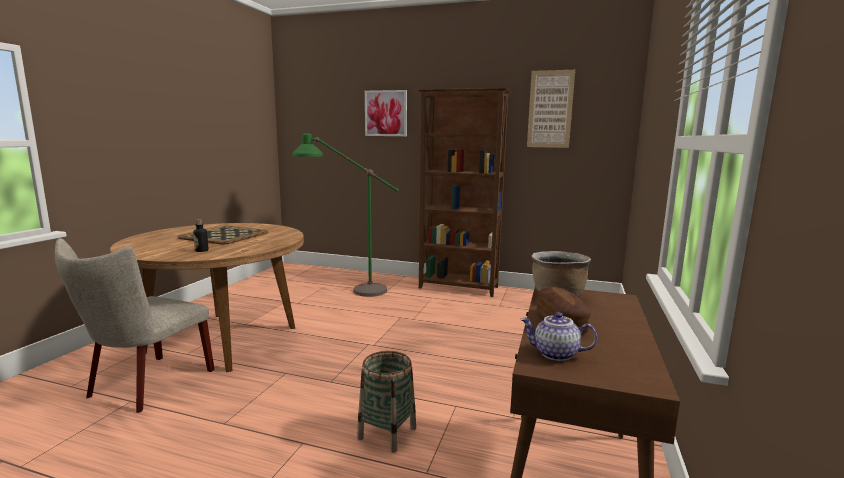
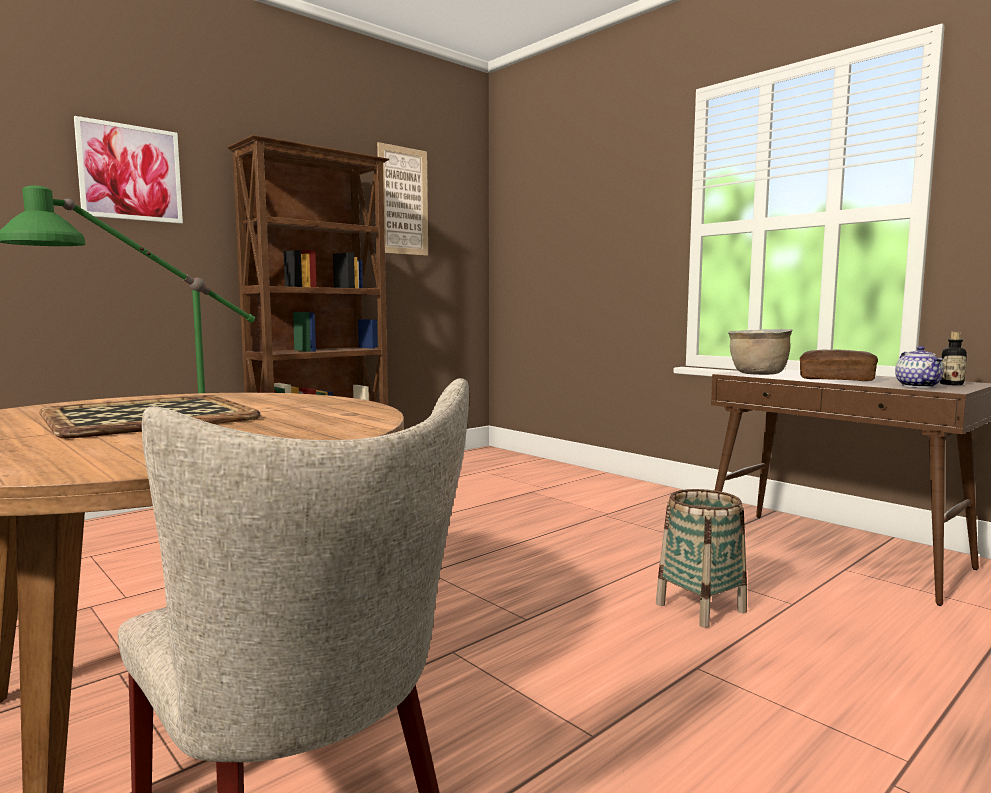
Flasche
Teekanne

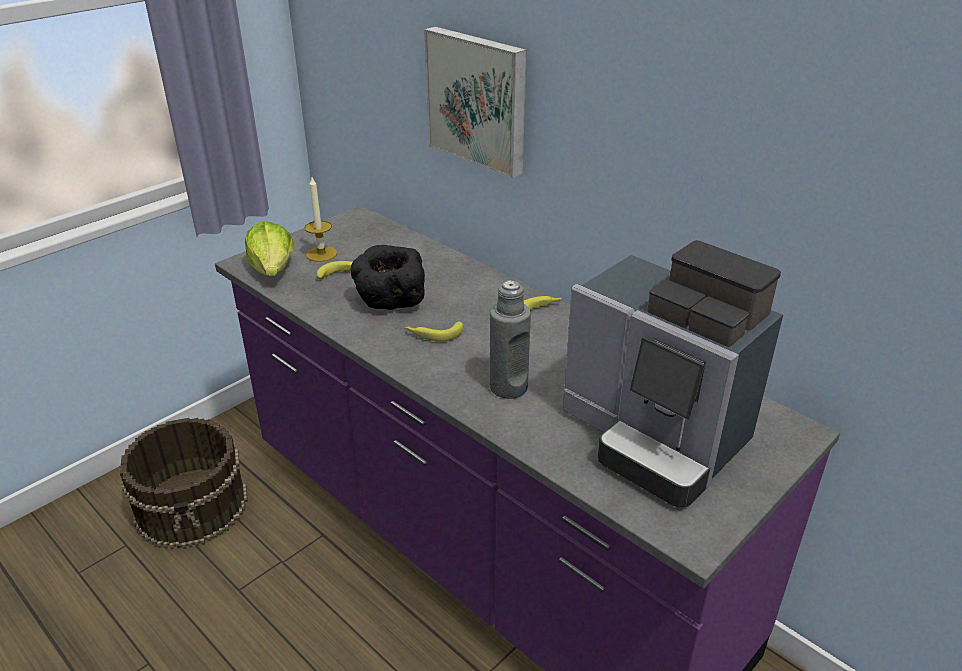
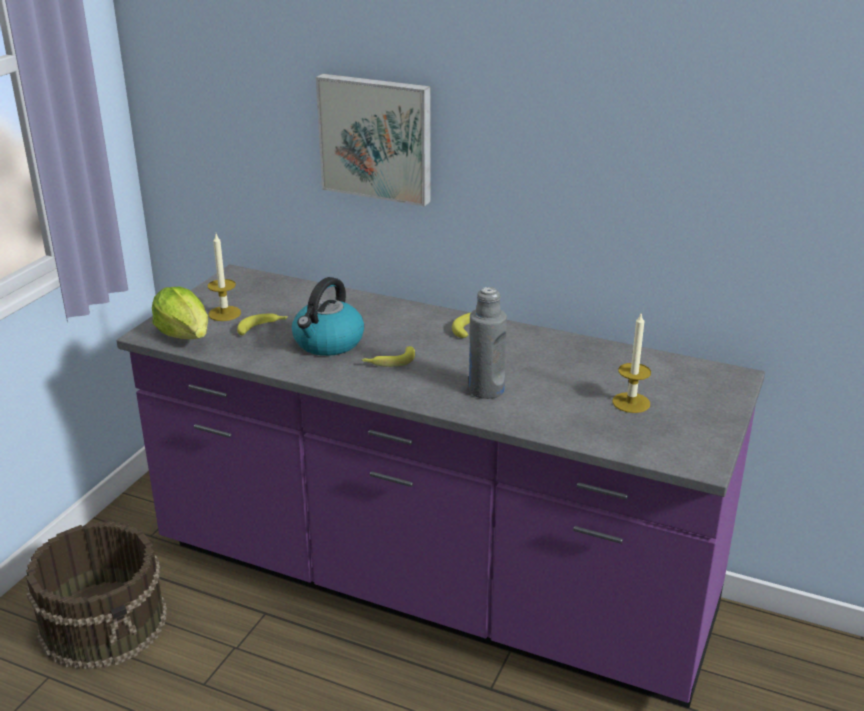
Wasserkessel
Kerze (no. 2 from left)

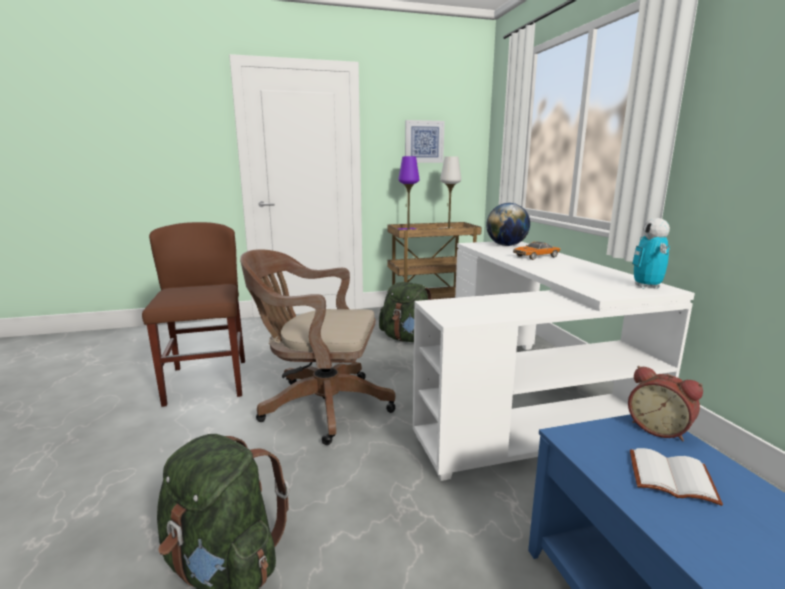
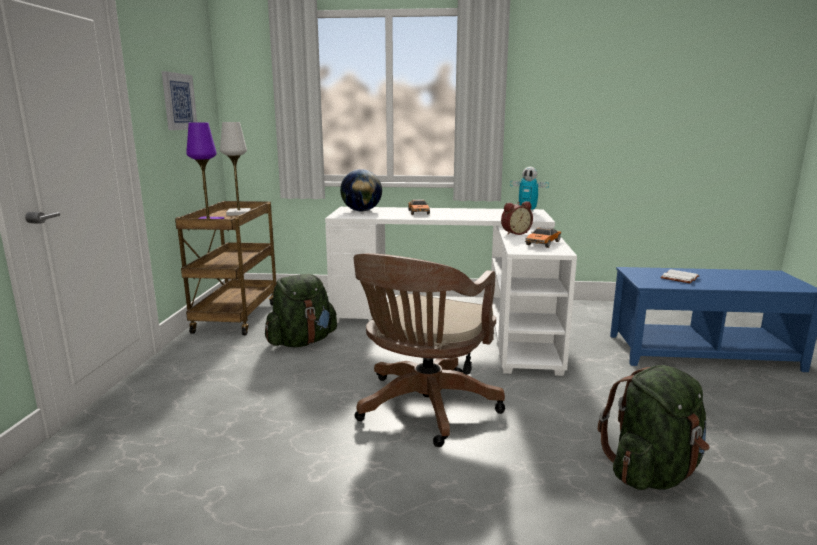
Stuhl [braun]
Spielzeugauto (no. 2 from left)
Wecker

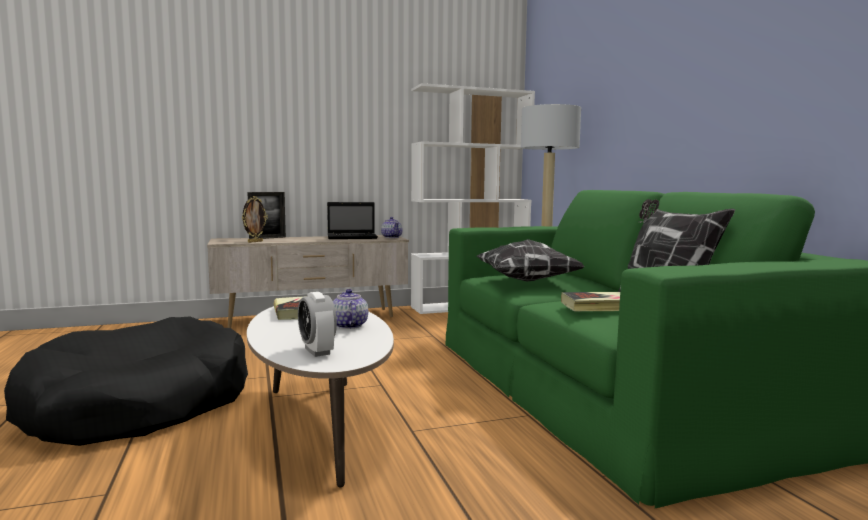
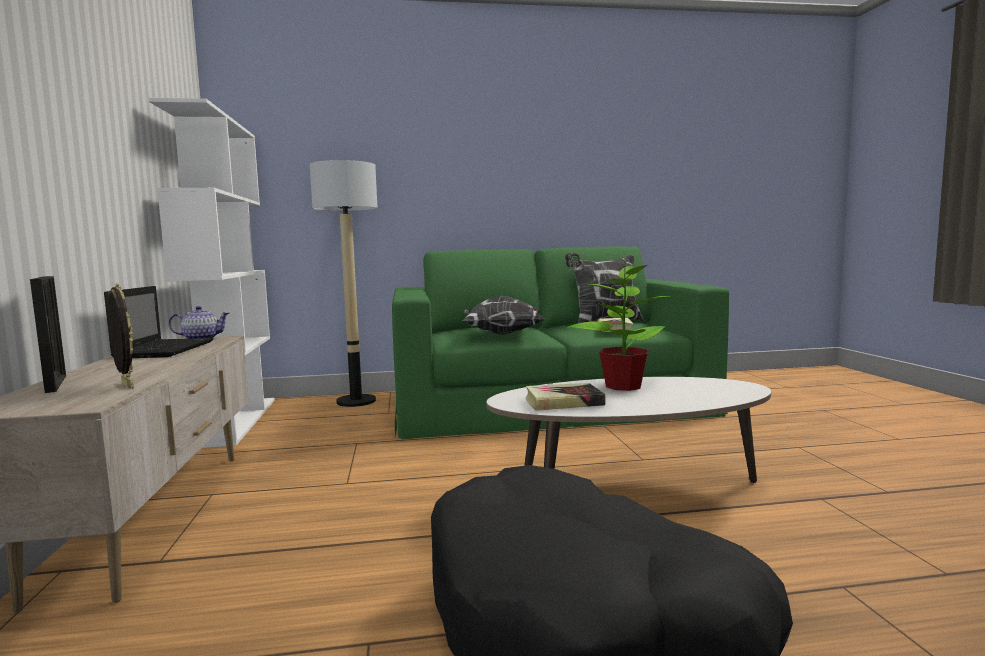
Wecker
Topfpflanze

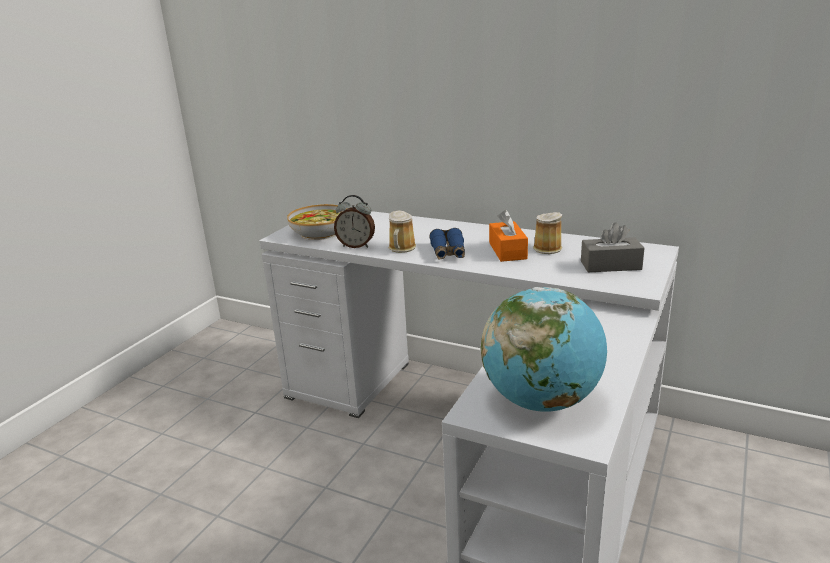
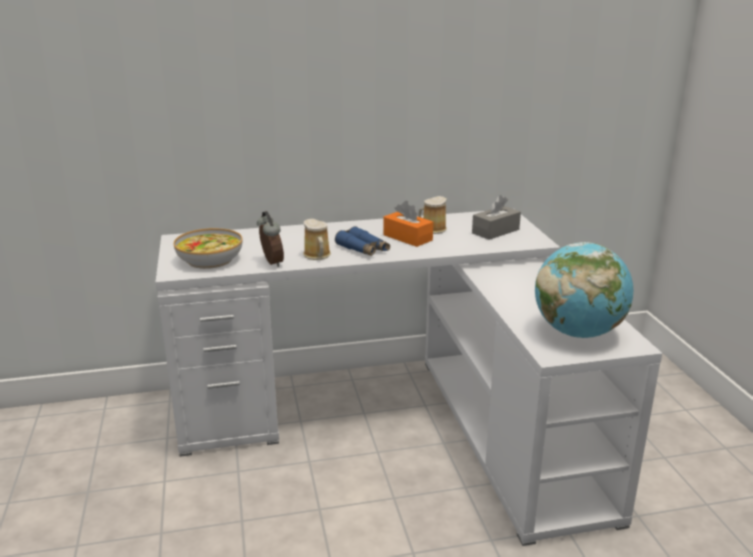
Wecker

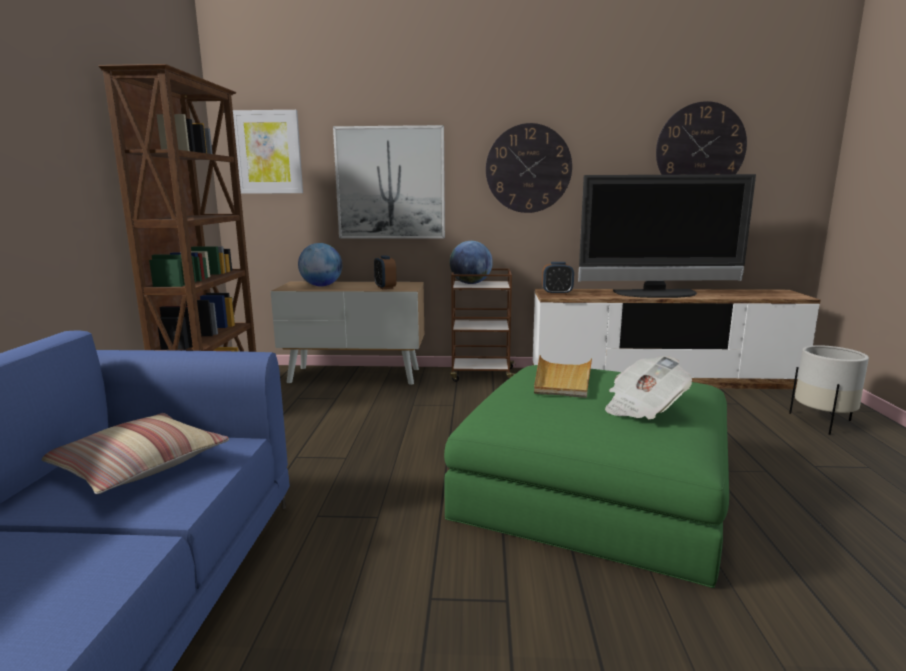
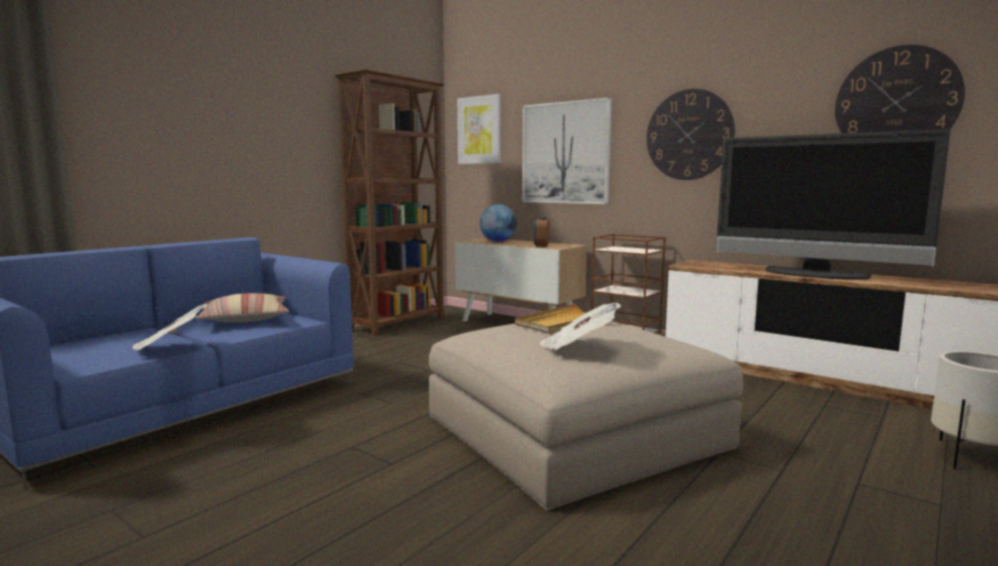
Globus (no. 2 from left in the first image)
Wecker (no. 2 from left in the first image)
Zeitung (no. 1 from left)
Polsterhocker [beige]

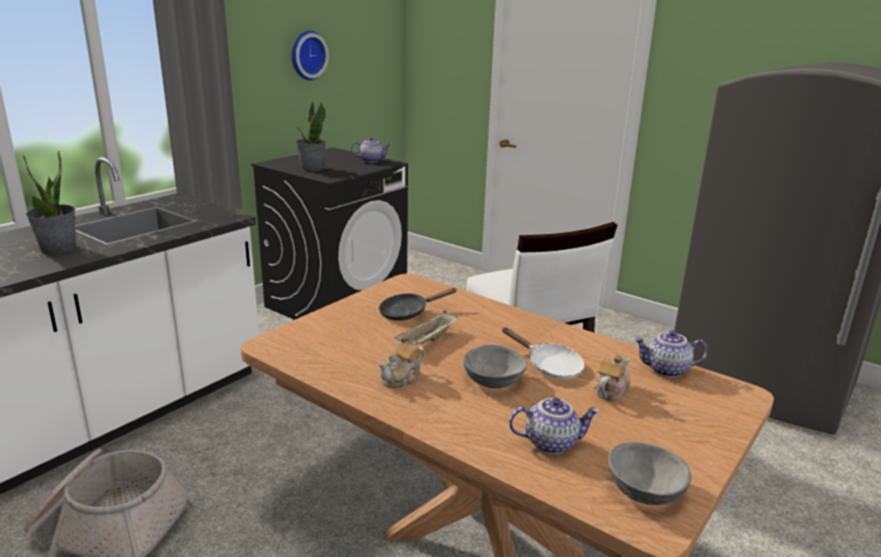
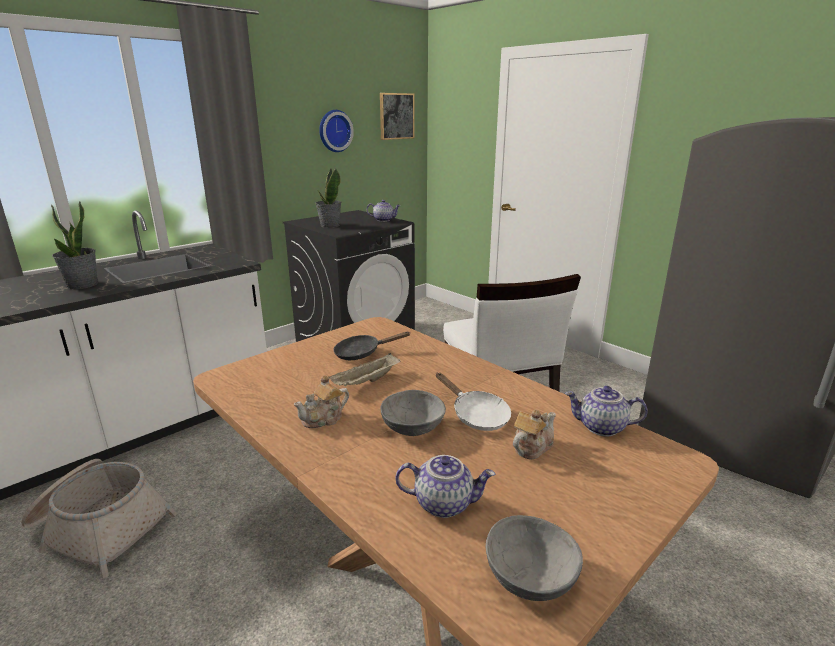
Bild

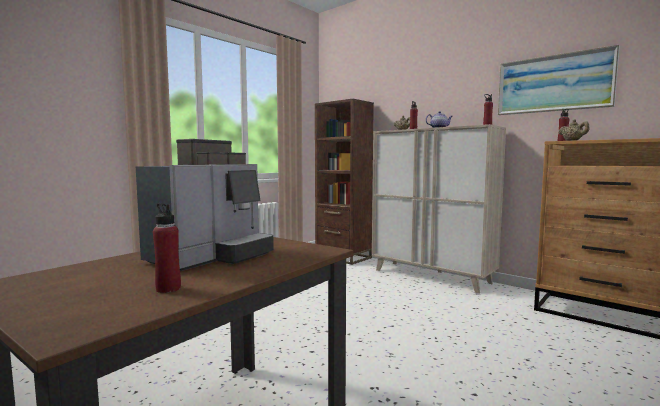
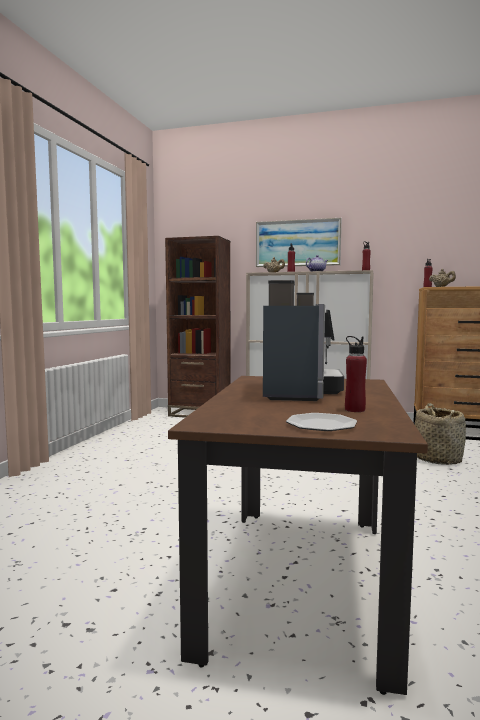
Teller
Korb
Bild

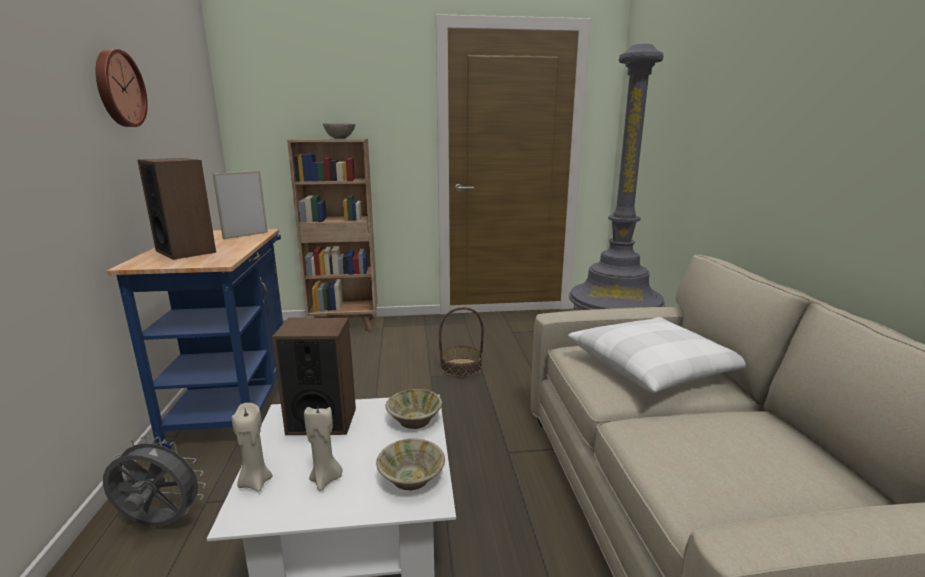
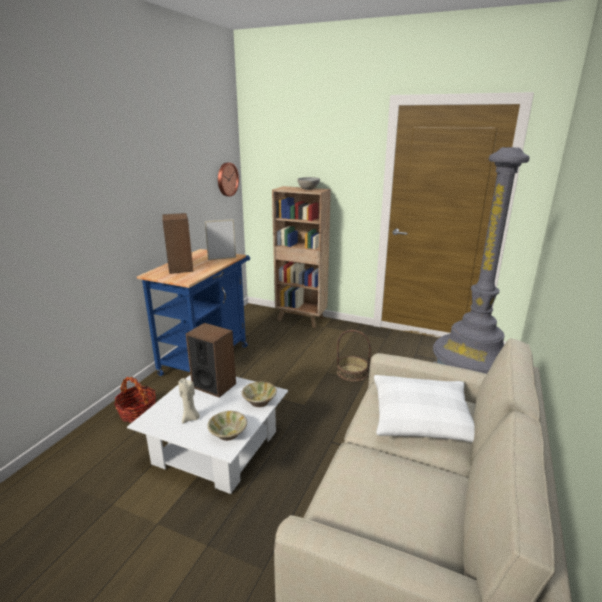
Kerze [beige] (no. 1 from left in the first image)
Wanduhr
Korb (no. 1 from left)

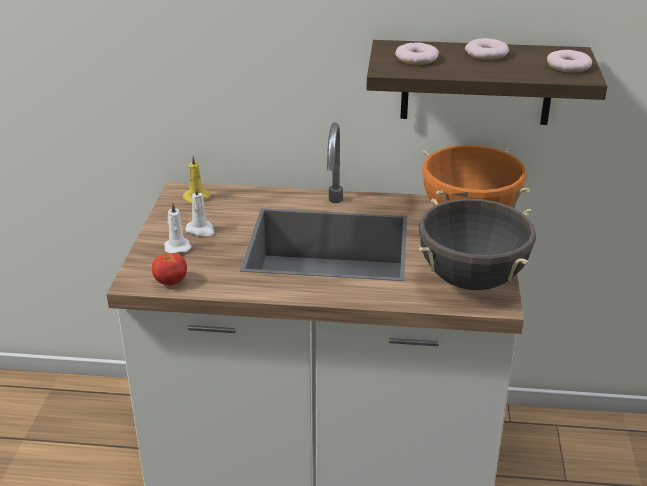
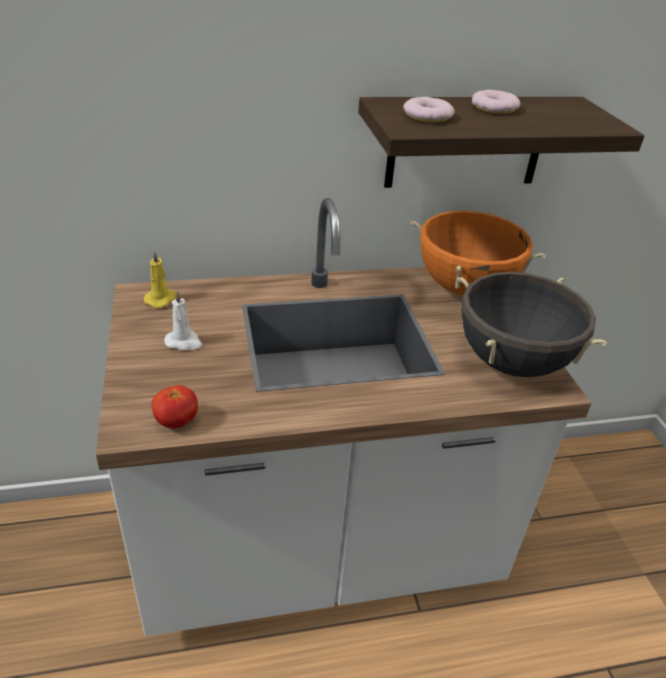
Kerze [weiß] (no. 1 from left in the first image)
Donut (no. 3 from left in the first image)

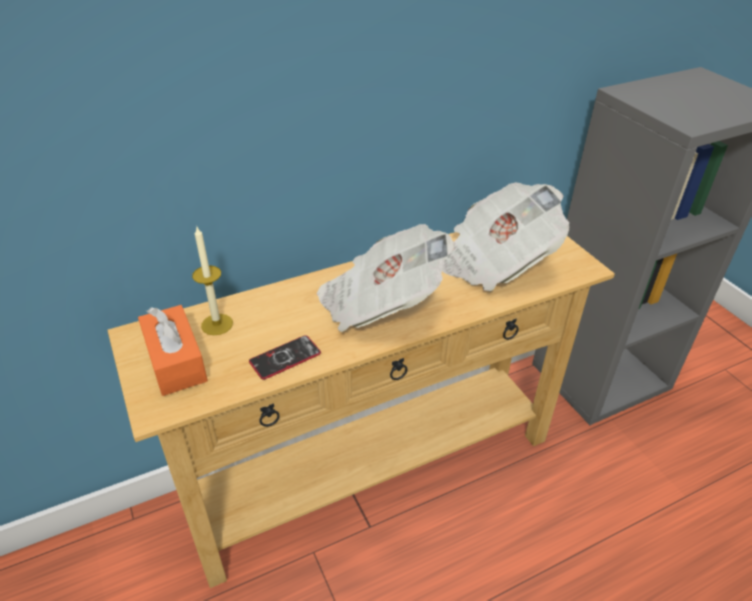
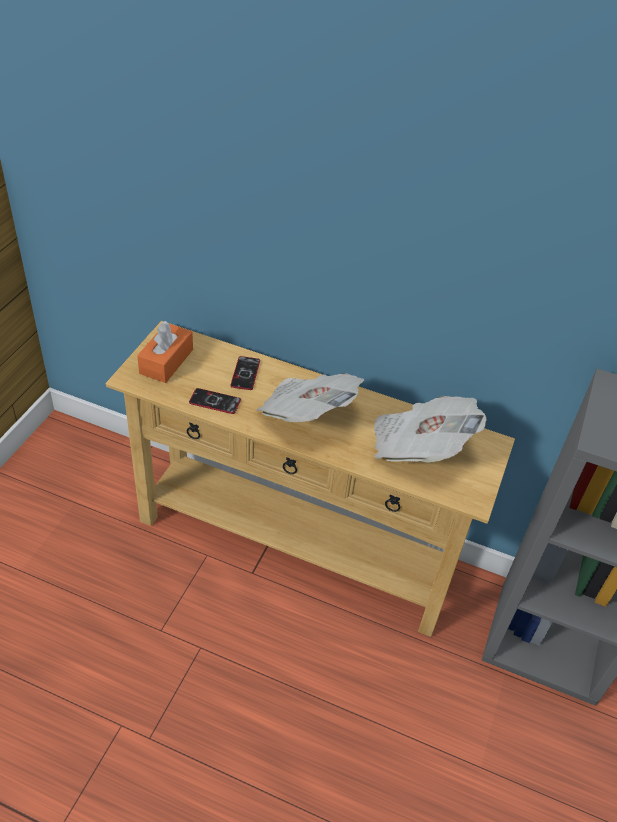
Kerze
Handy (no. 2 from left)

